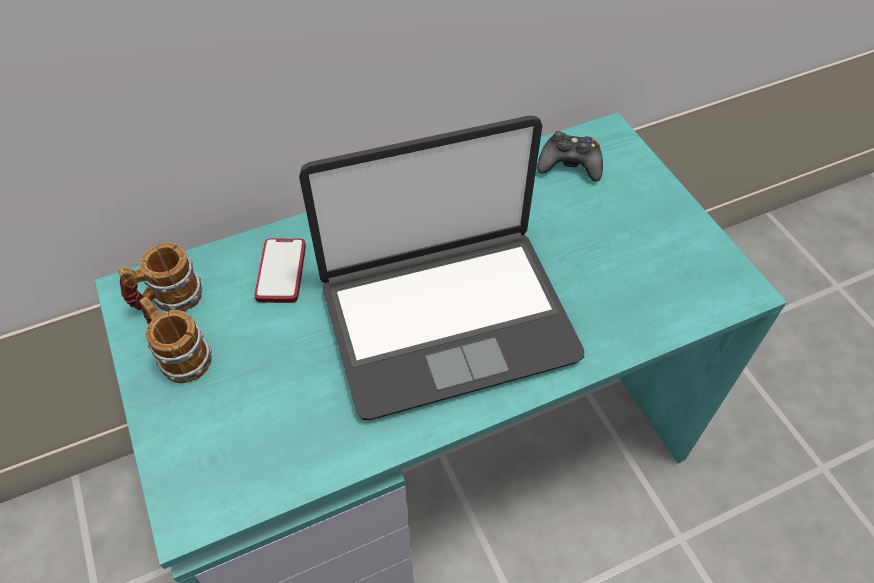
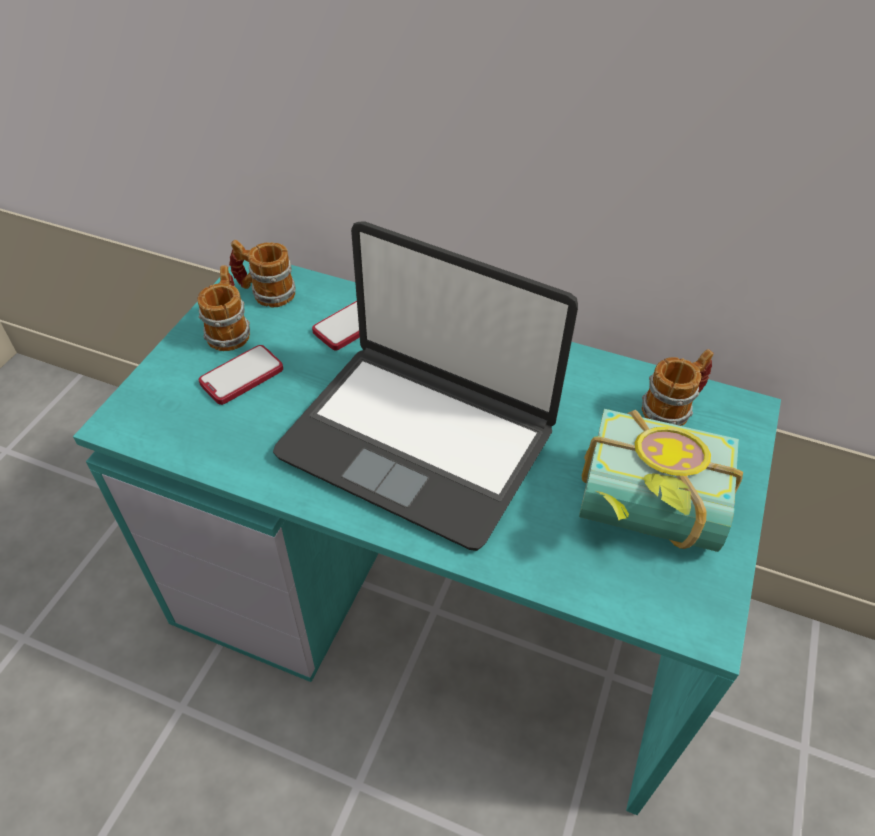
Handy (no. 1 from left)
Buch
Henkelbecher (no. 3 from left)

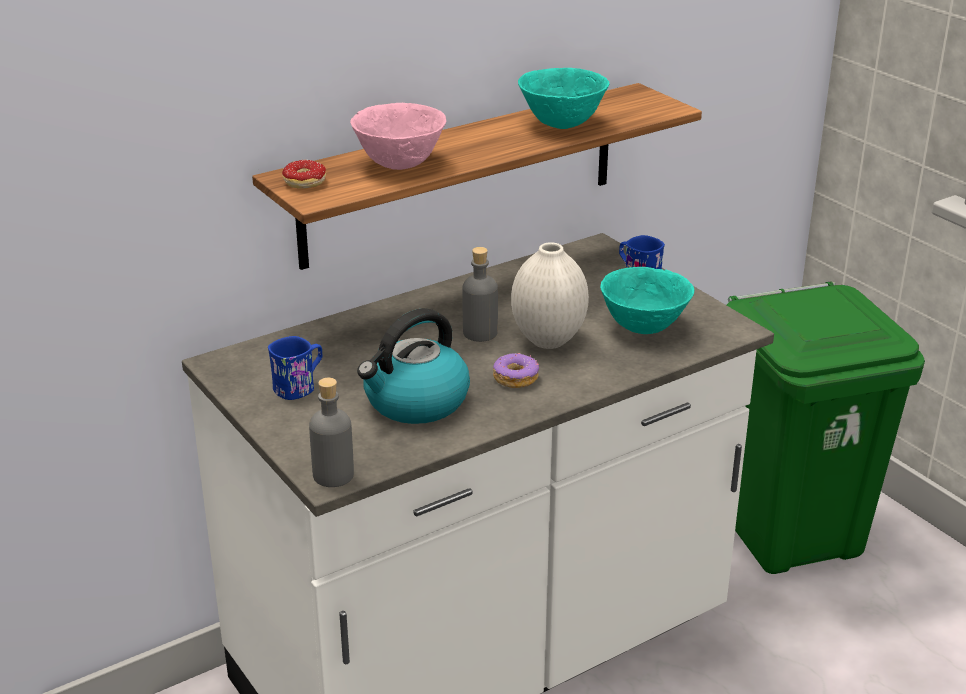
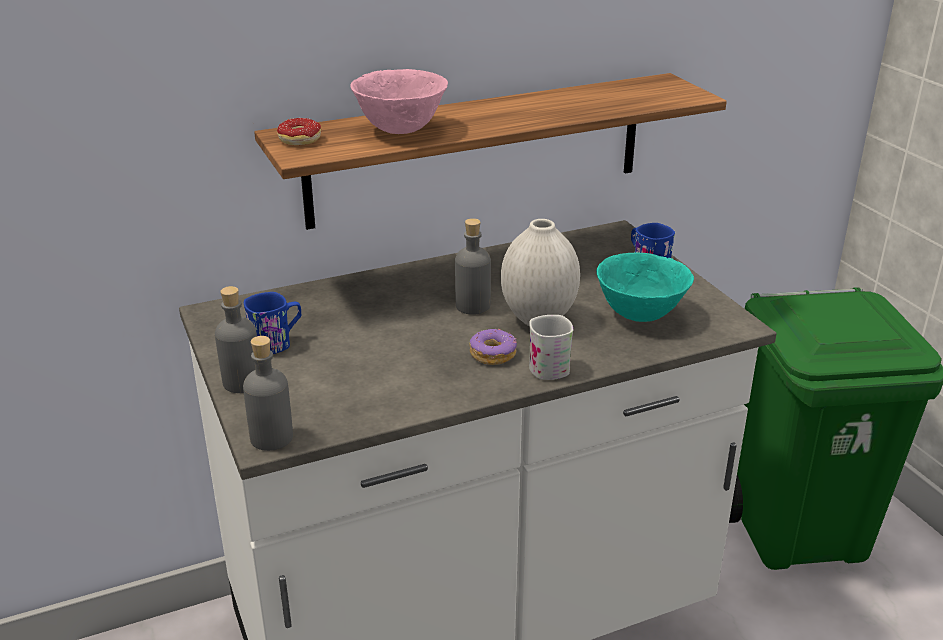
Wasserkessel
Schüssel [türkis] (no. 1 from left in the first image)
Flasche [grau] (no. 1 from left)
Henkelbecher [weiß]

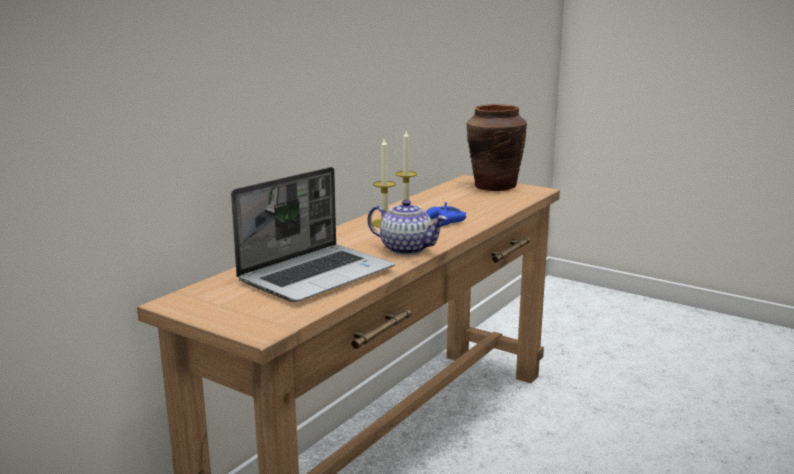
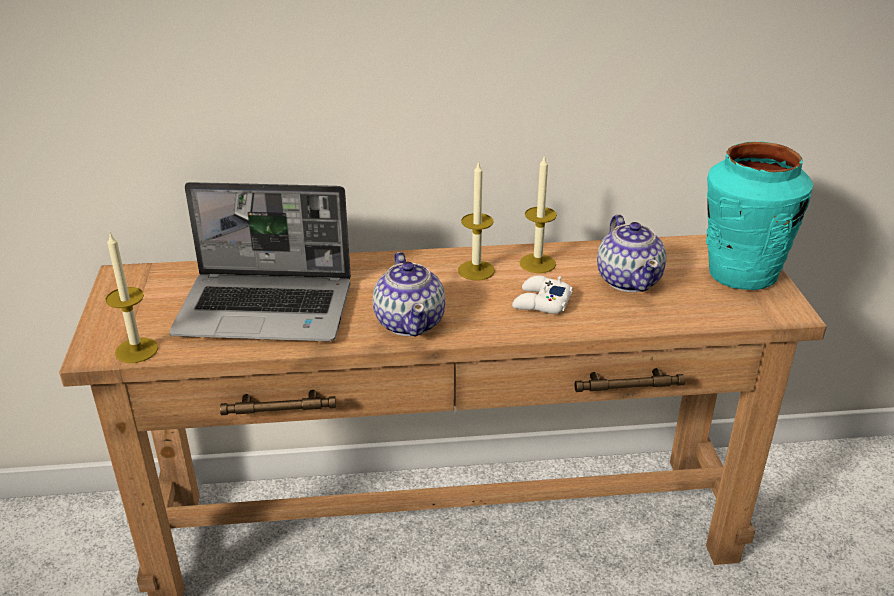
Kerze (no. 1 from left)
Teekanne (no. 2 from left)
Gamepad [weiß]
Vase [türkis]

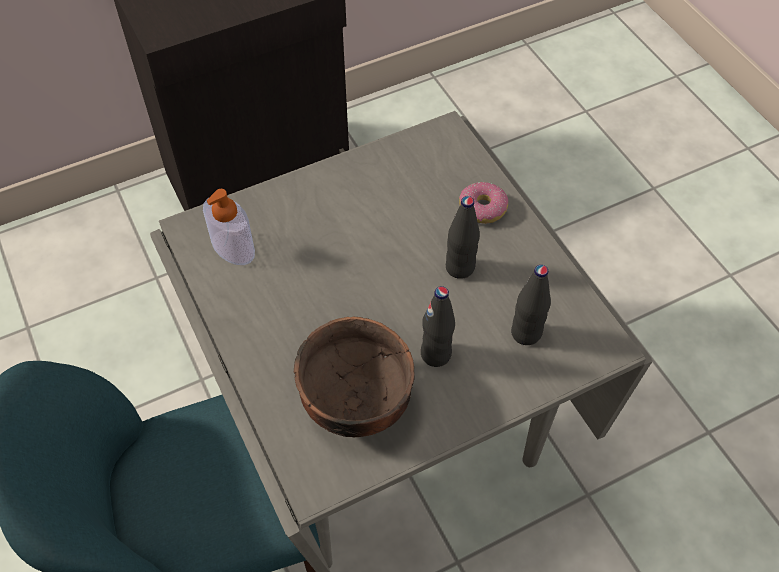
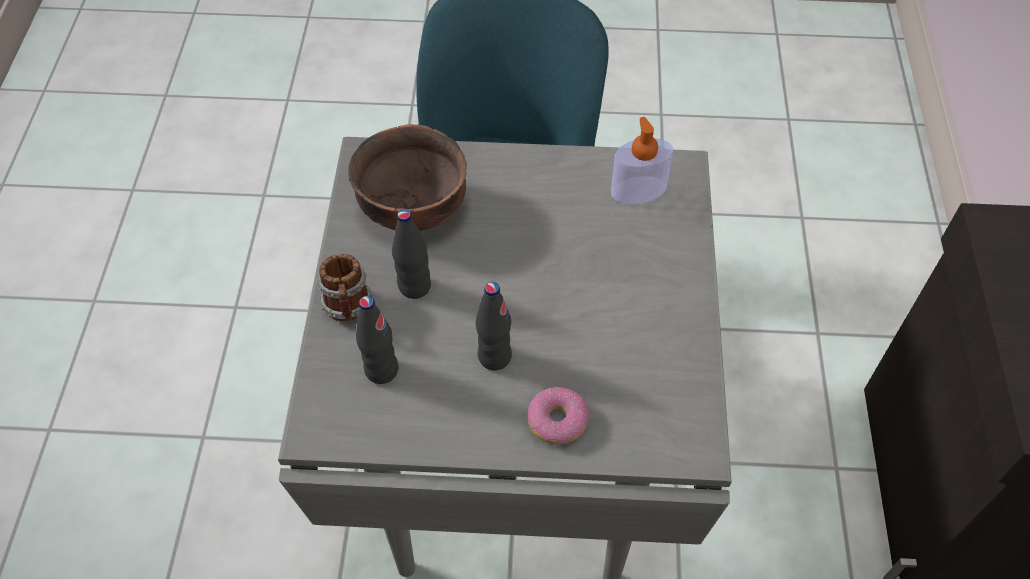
Henkelbecher

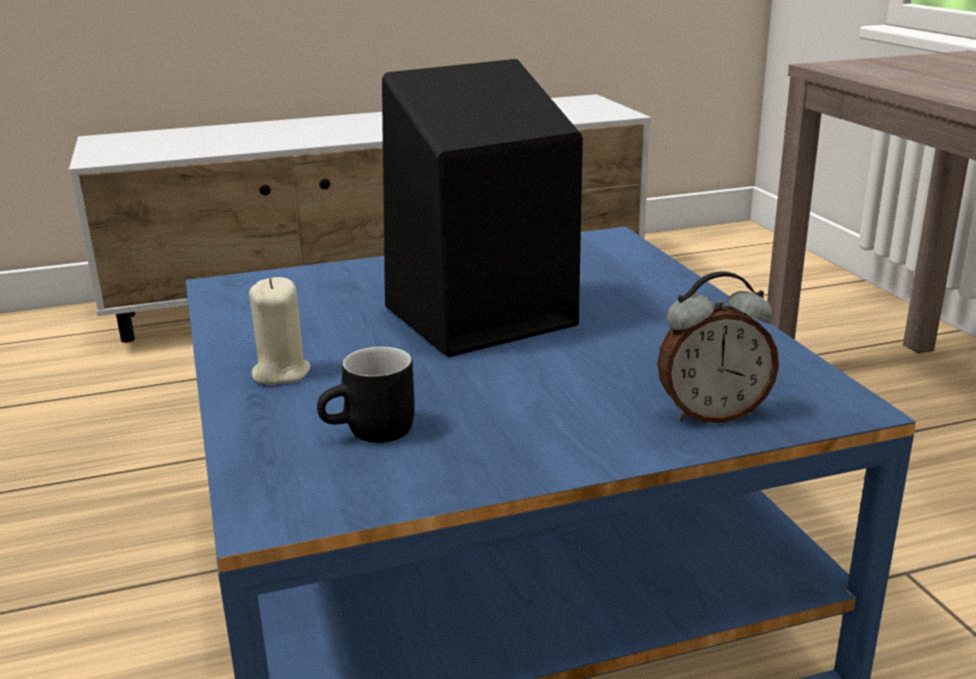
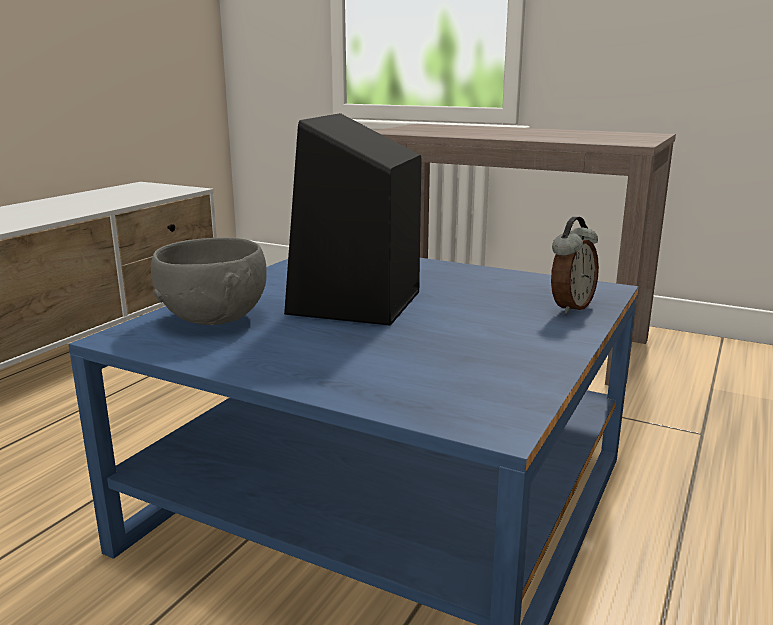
Kerze [beige]
Henkelbecher [schwarz]
Schüssel [grau]

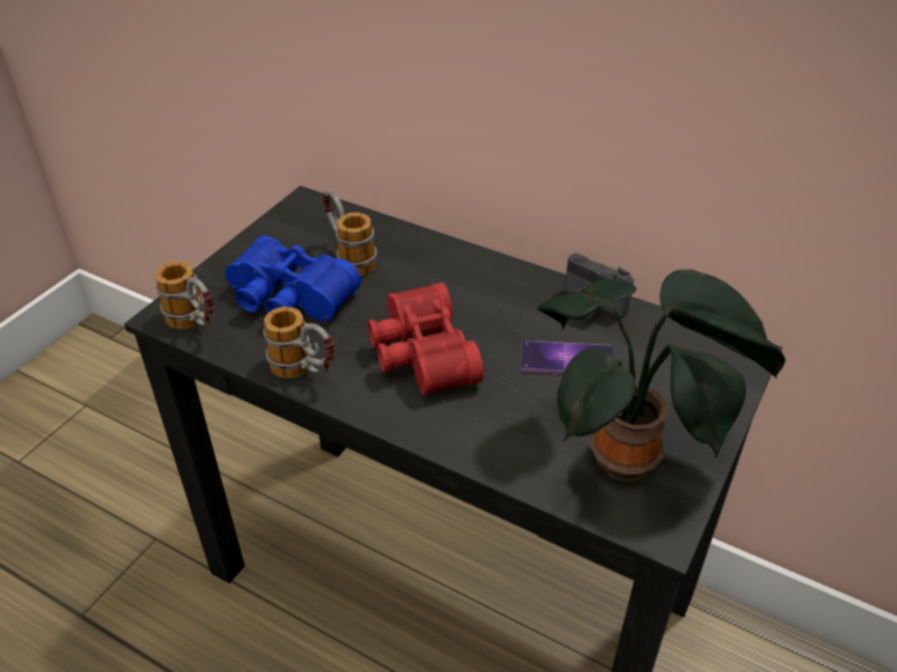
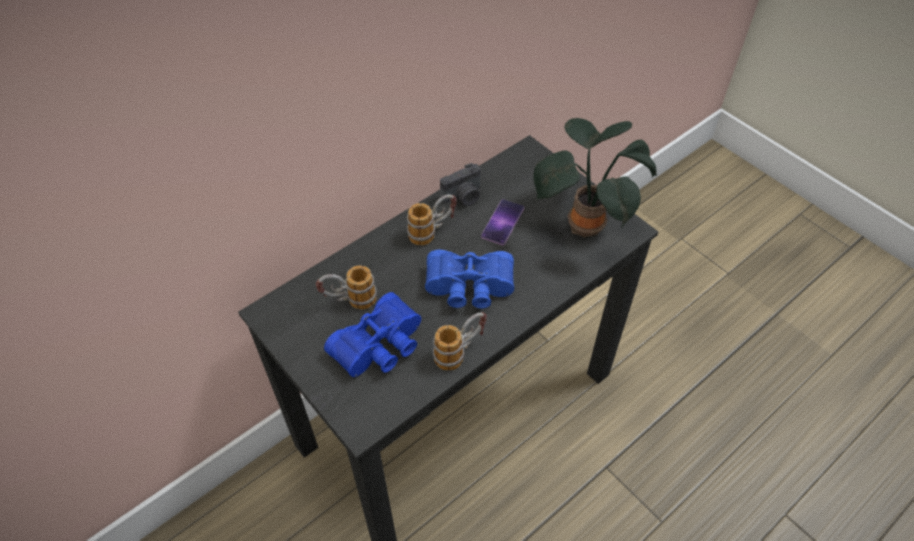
Henkelbecher (no. 2 from left)
Fernglas [blau] (no. 2 from left)

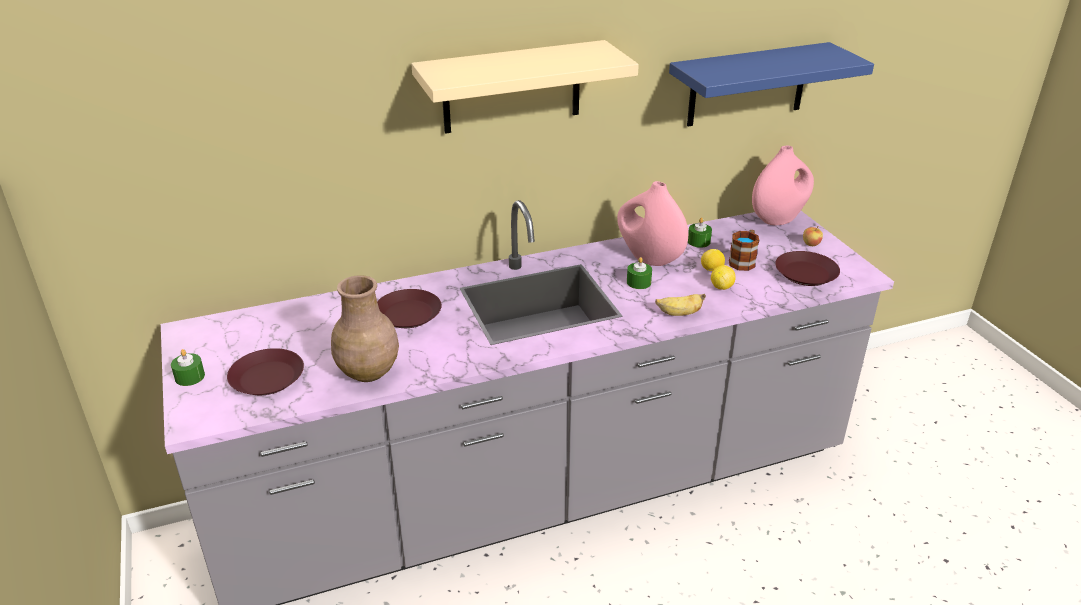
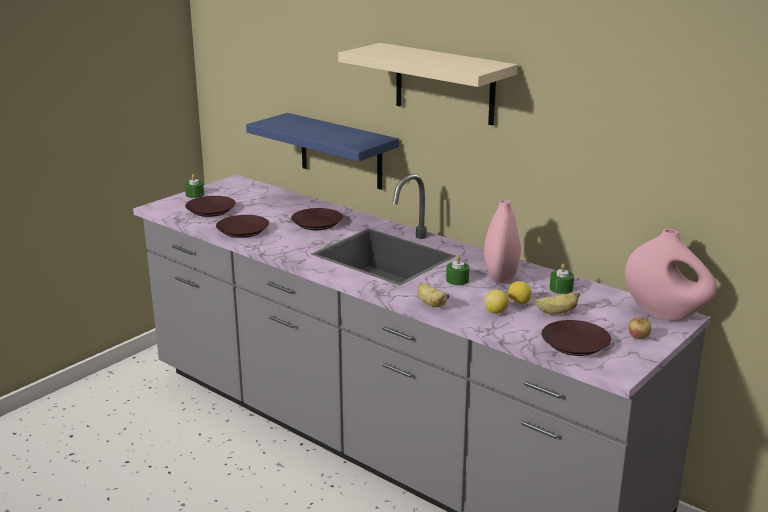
Wandregal [blau]
Teller [braun] (no. 2 from left)
Banane (no. 2 from left)

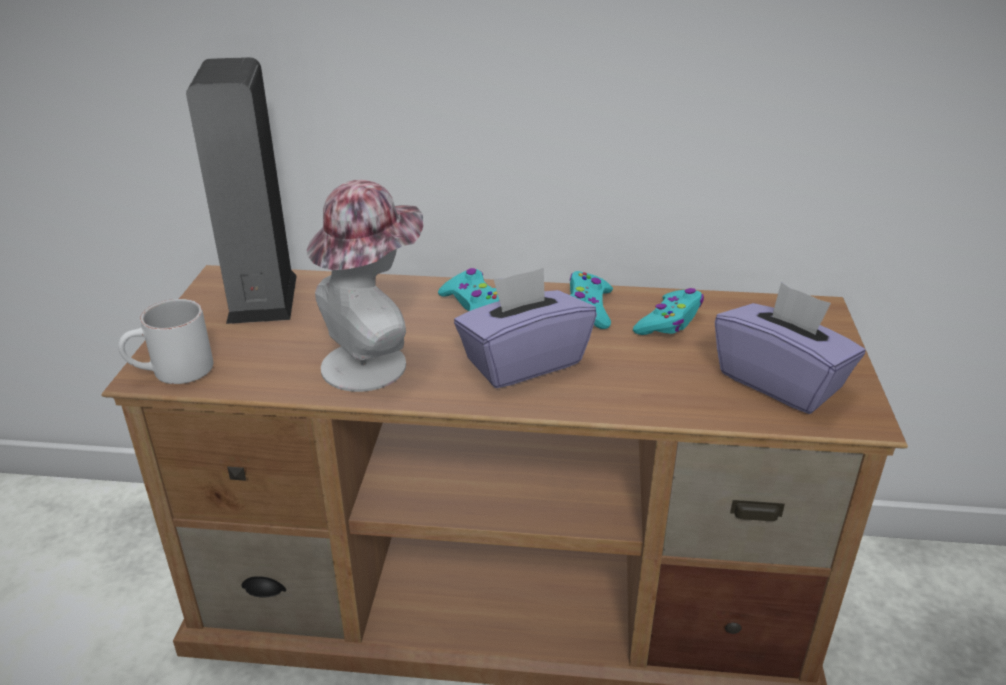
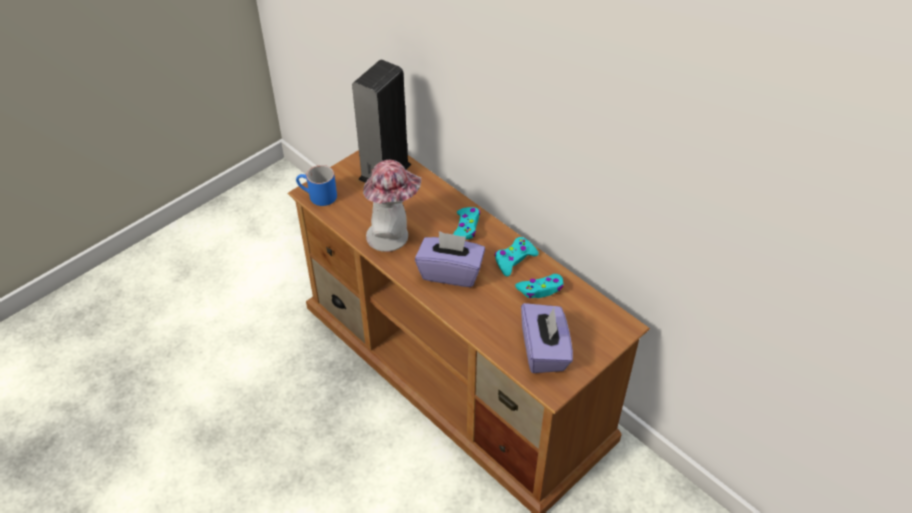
Henkelbecher [blau]

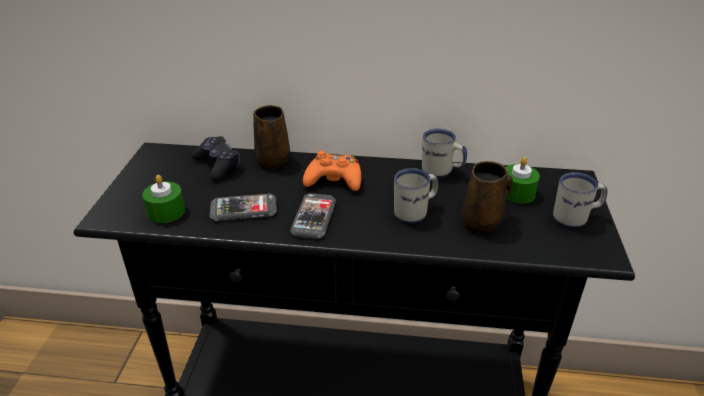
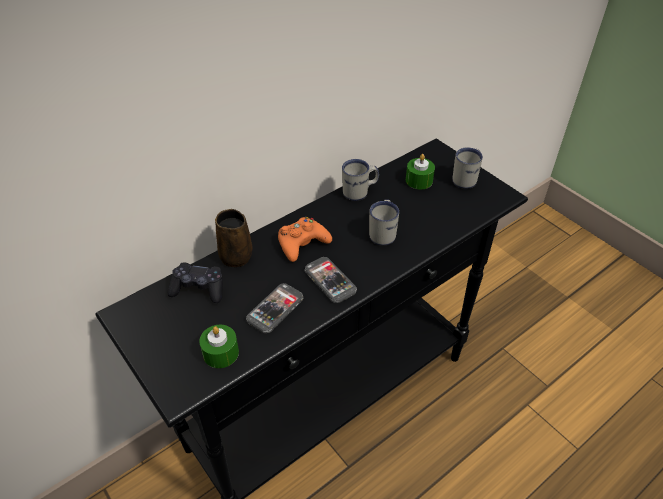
Henkelbecher [braun] (no. 2 from left in the first image)

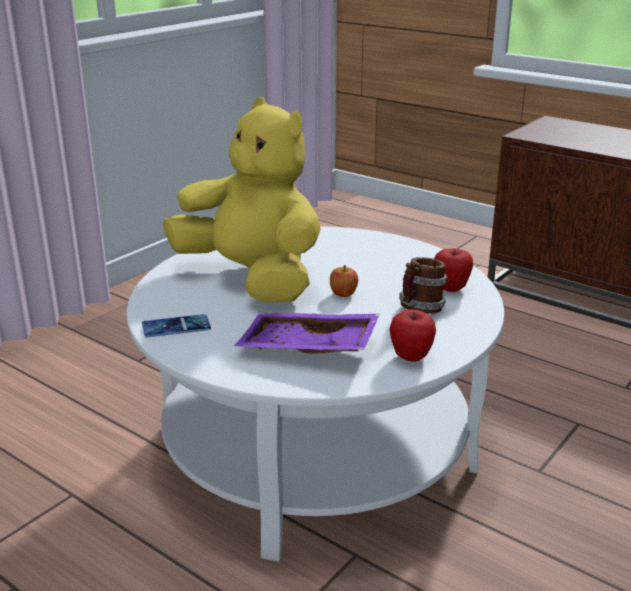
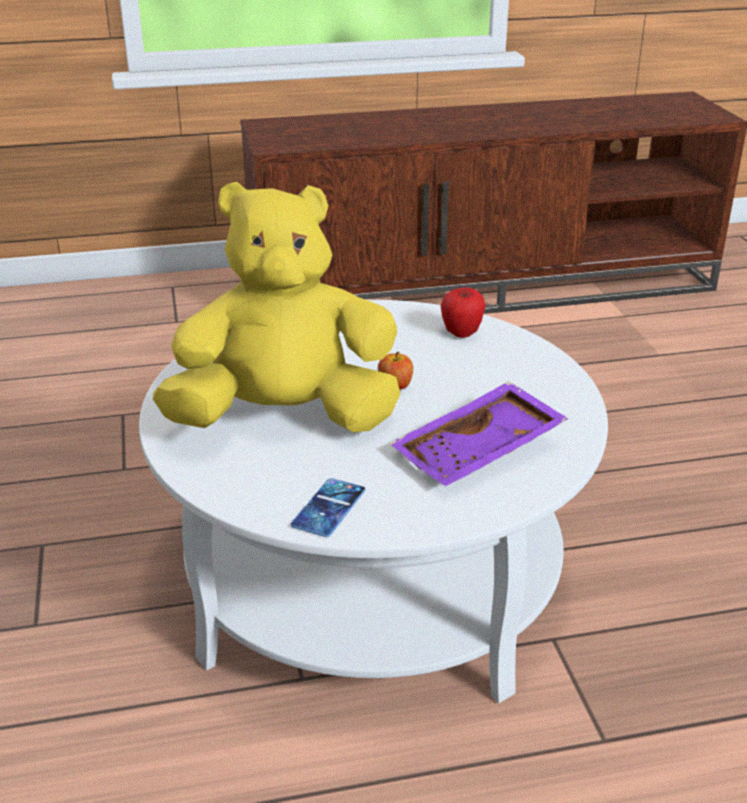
Apfel (no. 2 from left in the first image)
Henkelbecher

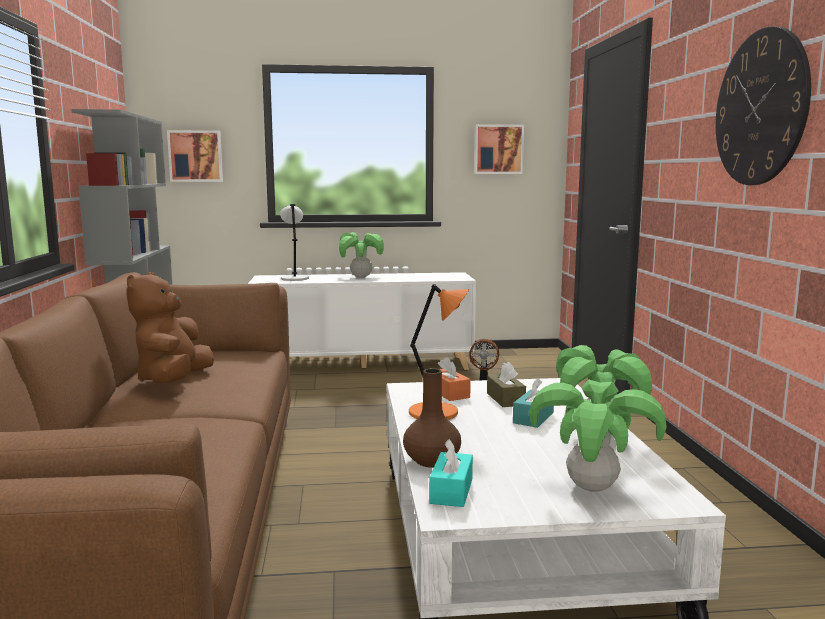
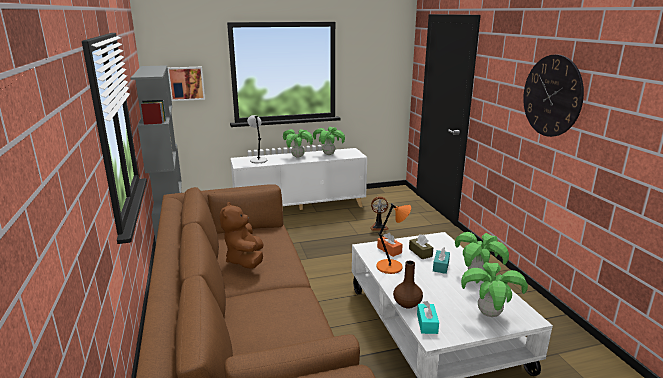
Bild (no. 2 from left in the first image)
Topfpflanze (no. 2 from left)

